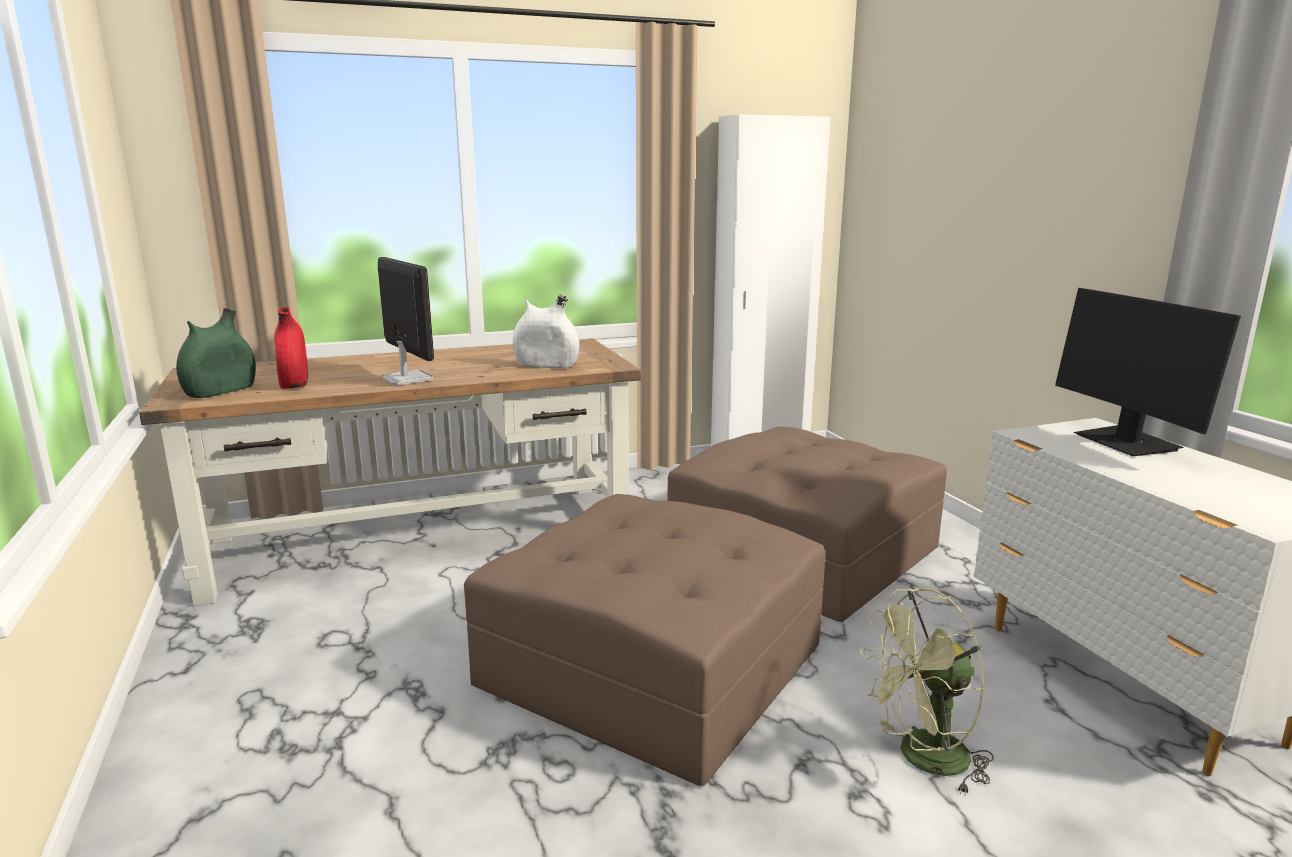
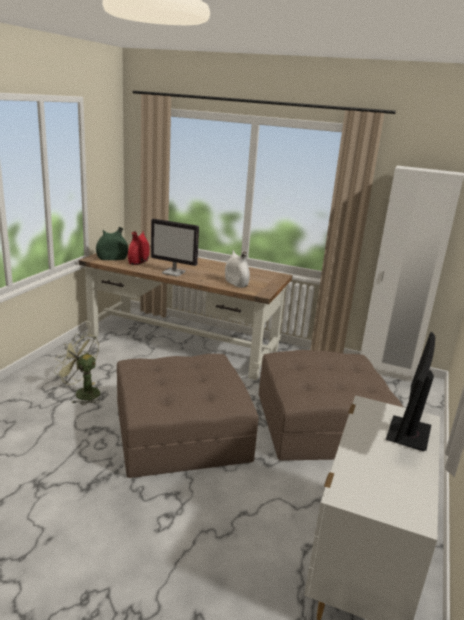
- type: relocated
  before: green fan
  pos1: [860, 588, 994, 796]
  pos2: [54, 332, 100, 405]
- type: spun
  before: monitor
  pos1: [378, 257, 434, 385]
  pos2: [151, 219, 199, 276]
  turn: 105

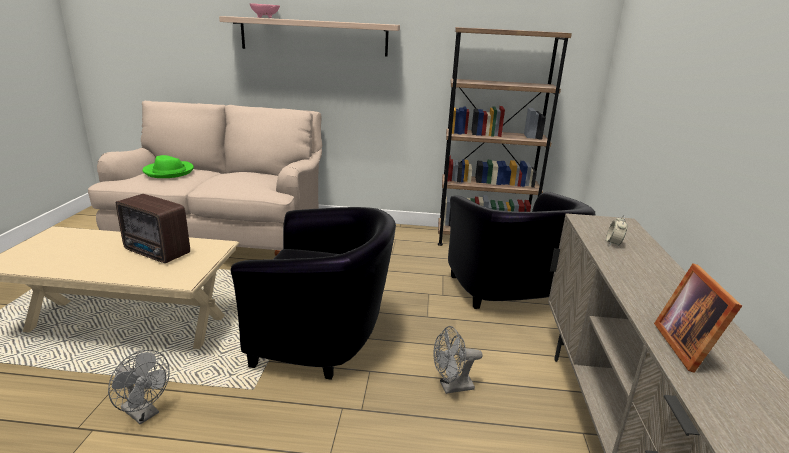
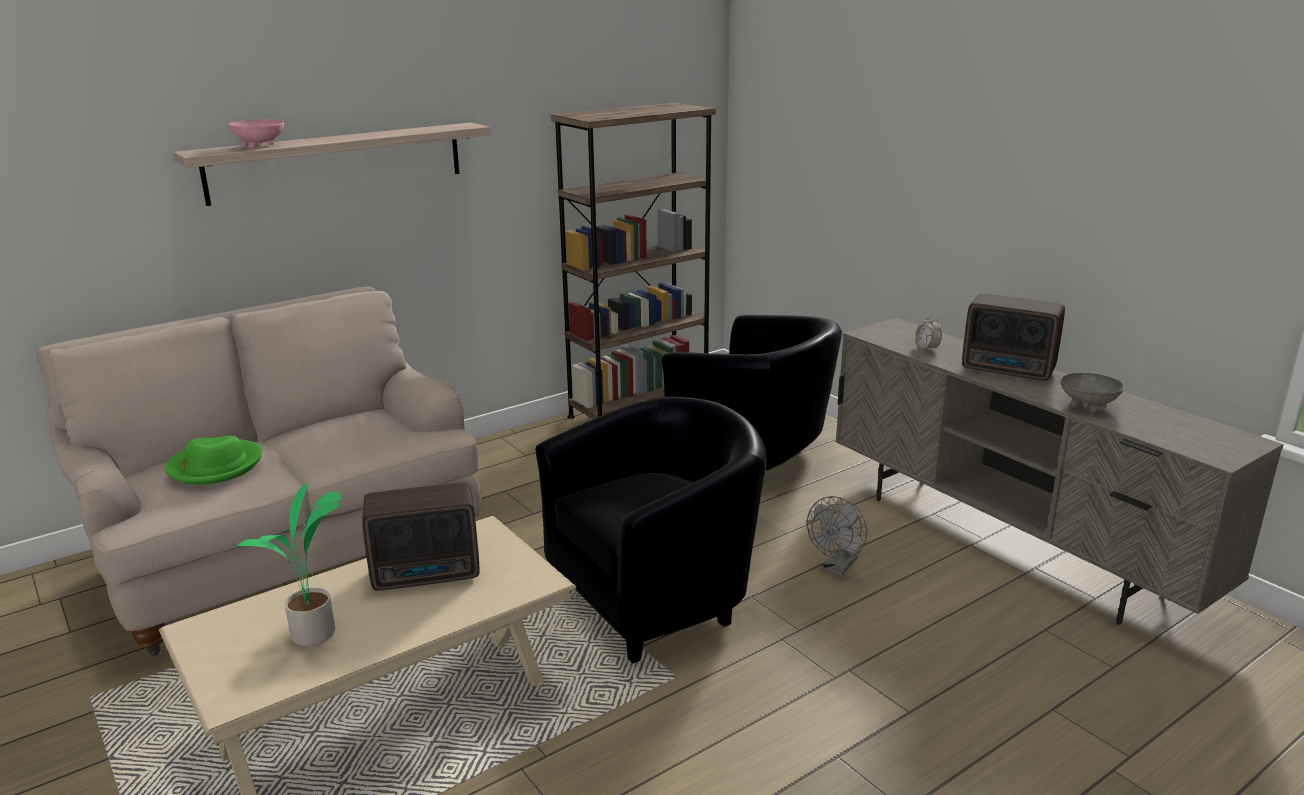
- type: appeared
  after: potted plant
  pos2: [237, 483, 341, 646]
- type: appeared
  after: radio
  pos2: [962, 293, 1065, 381]
- type: exchanged
  before: picture frame
  after: grey bowl
  pos1: [654, 263, 742, 373]
  pos2: [1060, 373, 1124, 413]
- type: missing
  before: grey fan
  pos1: [108, 350, 170, 424]

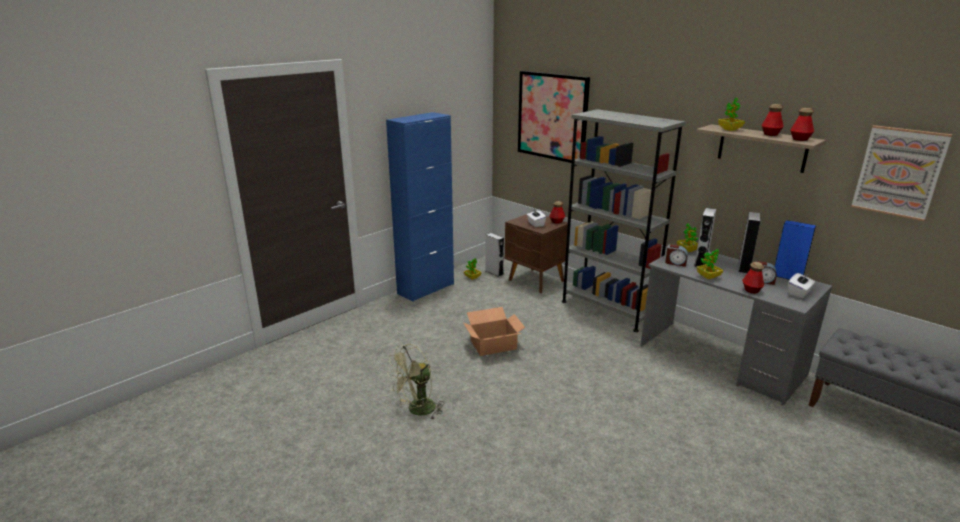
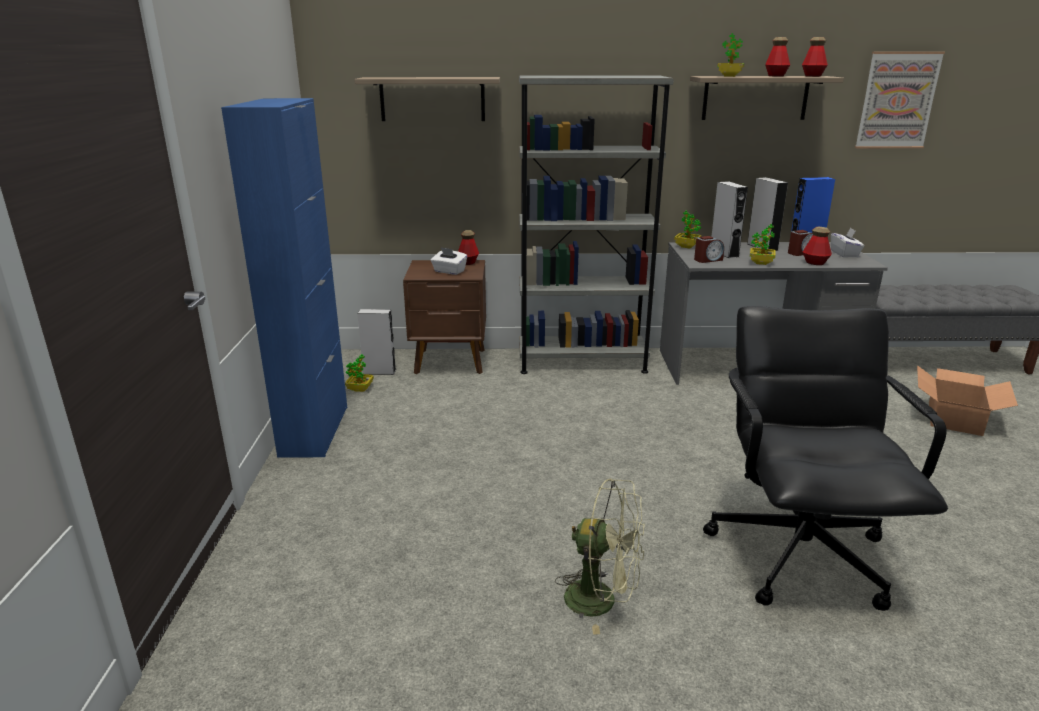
- type: exchanged
  before: picture
  after: shelf
  pos1: [518, 71, 590, 163]
  pos2: [355, 77, 500, 121]
- type: spun
  before: green fan
  pos1: [387, 344, 445, 420]
  pos2: [555, 478, 645, 635]
  turn: -75
- type: appeared
  after: black office chair
  pos2: [703, 306, 948, 611]
- type: relocated
  before: cardboard box
  pos1: [463, 307, 525, 356]
  pos2: [917, 365, 1018, 436]

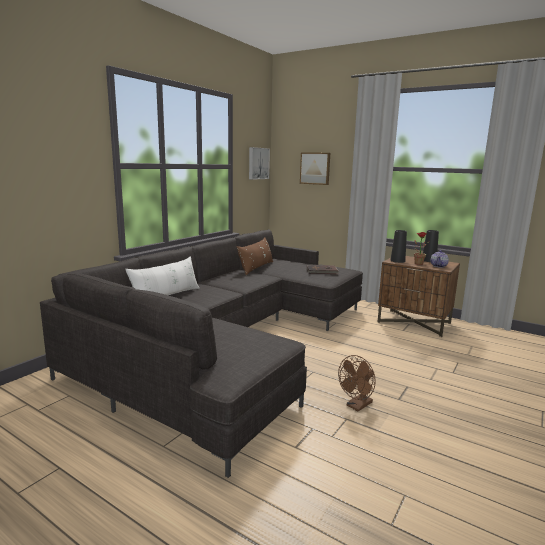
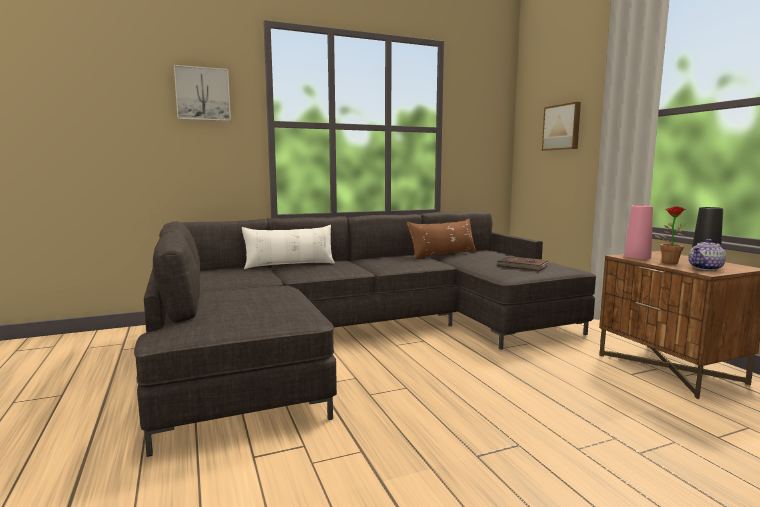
- type: relocated
  before: picture
  pos1: [249, 147, 270, 180]
  pos2: [174, 65, 231, 121]
- type: colour
  before: black vase
  after: pink vase
  pos1: [390, 230, 407, 263]
  pos2: [624, 205, 653, 259]
- type: missing
  before: brown fan
  pos1: [338, 355, 376, 411]

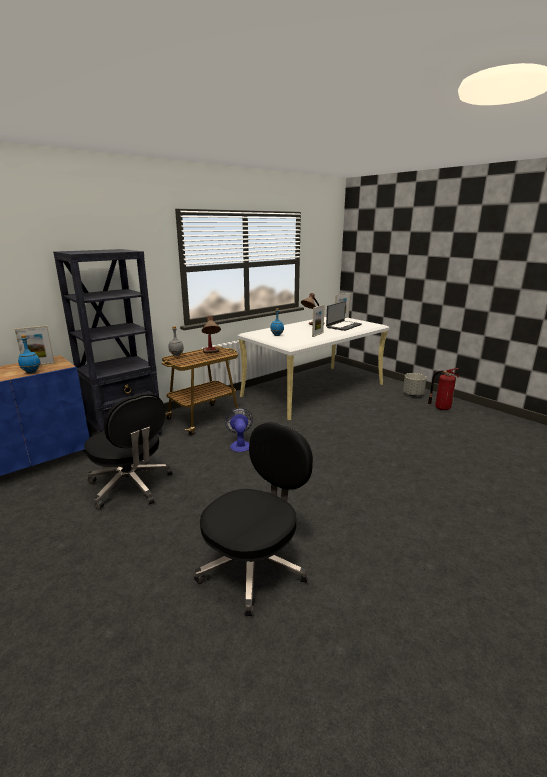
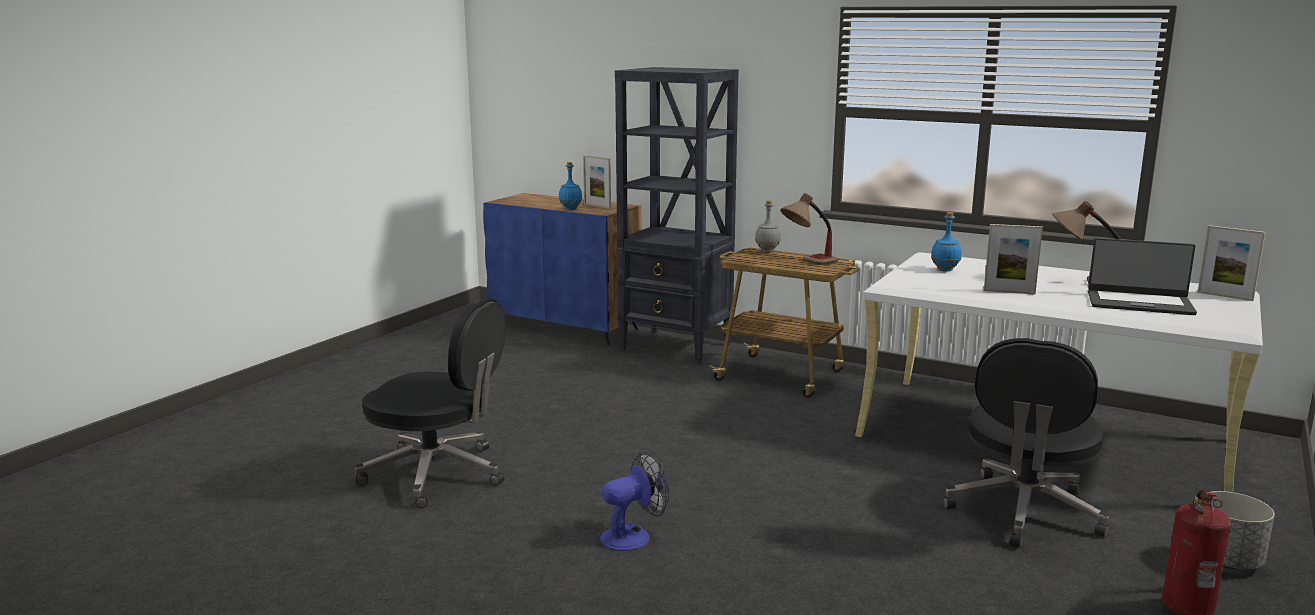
- type: relocated
  before: fan
  pos1: [225, 408, 253, 452]
  pos2: [600, 451, 669, 551]
- type: relocated
  before: black office chair
  pos1: [84, 393, 172, 510]
  pos2: [943, 338, 1109, 548]

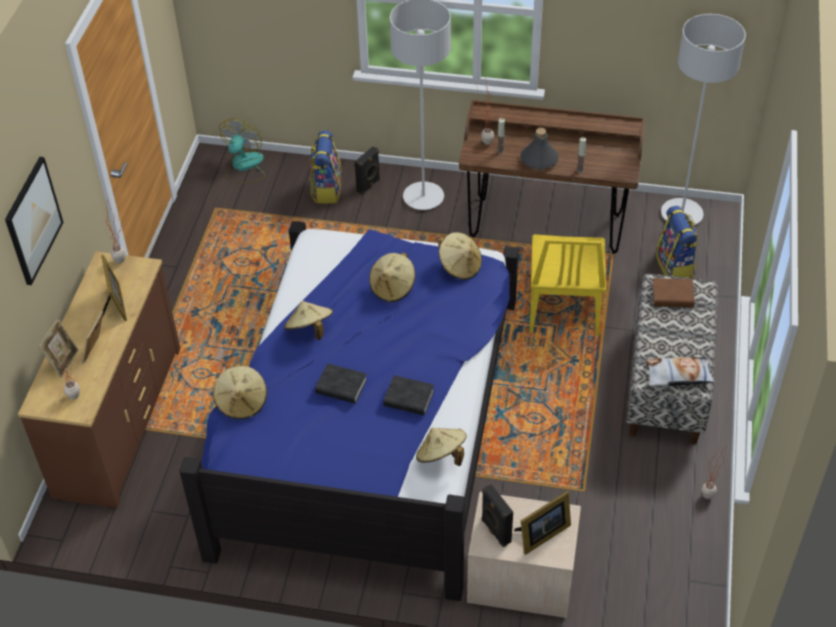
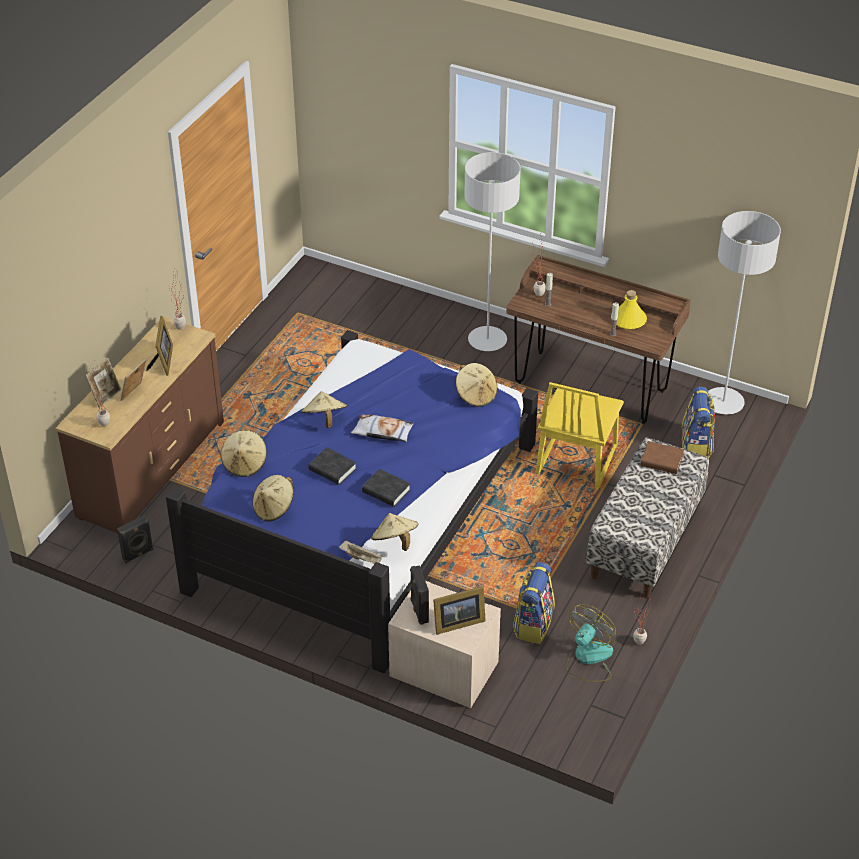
- type: relocated
  before: black speaker
  pos1: [355, 146, 380, 195]
  pos2: [117, 515, 154, 563]
- type: relocated
  before: beige hat
  pos1: [369, 252, 415, 302]
  pos2: [252, 475, 294, 522]
- type: appeared
  after: beige tray
  pos2: [339, 540, 382, 564]
- type: relocated
  before: pillow
  pos1: [645, 357, 715, 386]
  pos2: [351, 414, 414, 442]
- type: relocated
  before: backpack
  pos1: [310, 130, 342, 204]
  pos2: [513, 562, 555, 644]
- type: relocated
  before: fan
  pos1: [219, 118, 266, 183]
  pos2: [566, 604, 616, 682]
- type: appeared
  after: yellow bottle
  pos2: [611, 290, 647, 330]
- type: missing
  before: picture
  pos1: [5, 157, 64, 285]
- type: missing
  before: grey bottle
  pos1: [520, 128, 559, 170]

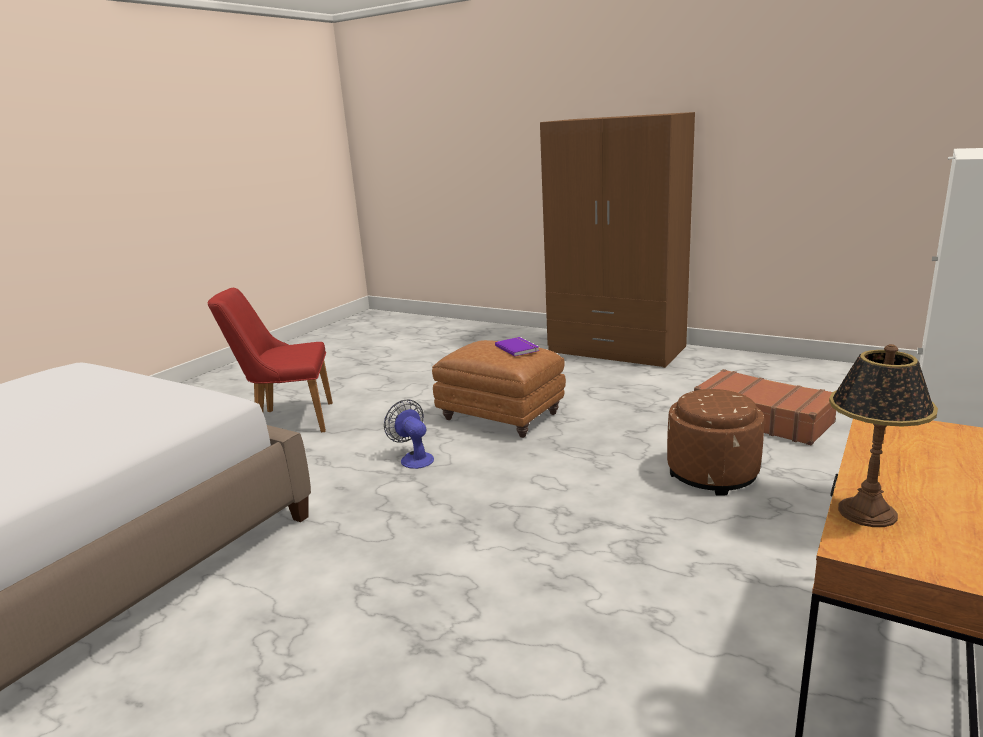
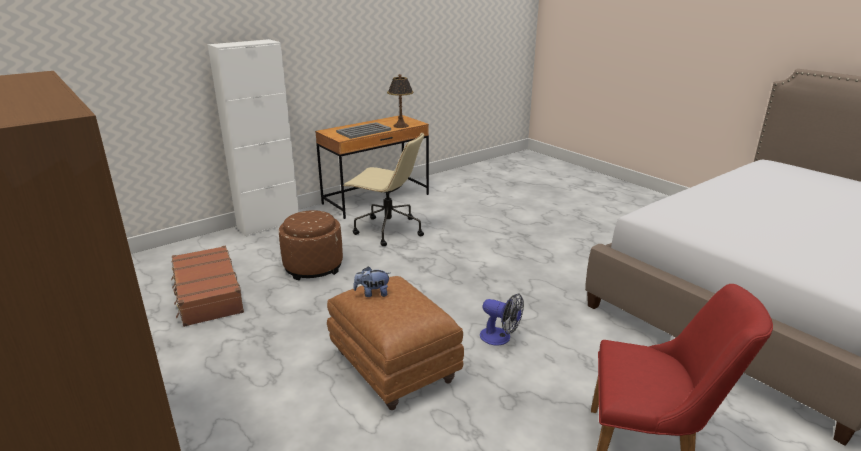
- type: appeared
  after: grey tray
  pos2: [336, 122, 391, 139]
- type: appeared
  after: beige office chair
  pos2: [343, 133, 424, 246]
- type: exchanged
  before: purple book
  after: plush toy
  pos1: [495, 337, 539, 357]
  pos2: [353, 266, 389, 297]
- type: spun
  before: fan
  pos1: [384, 399, 434, 469]
  pos2: [480, 293, 524, 345]
  turn: -45

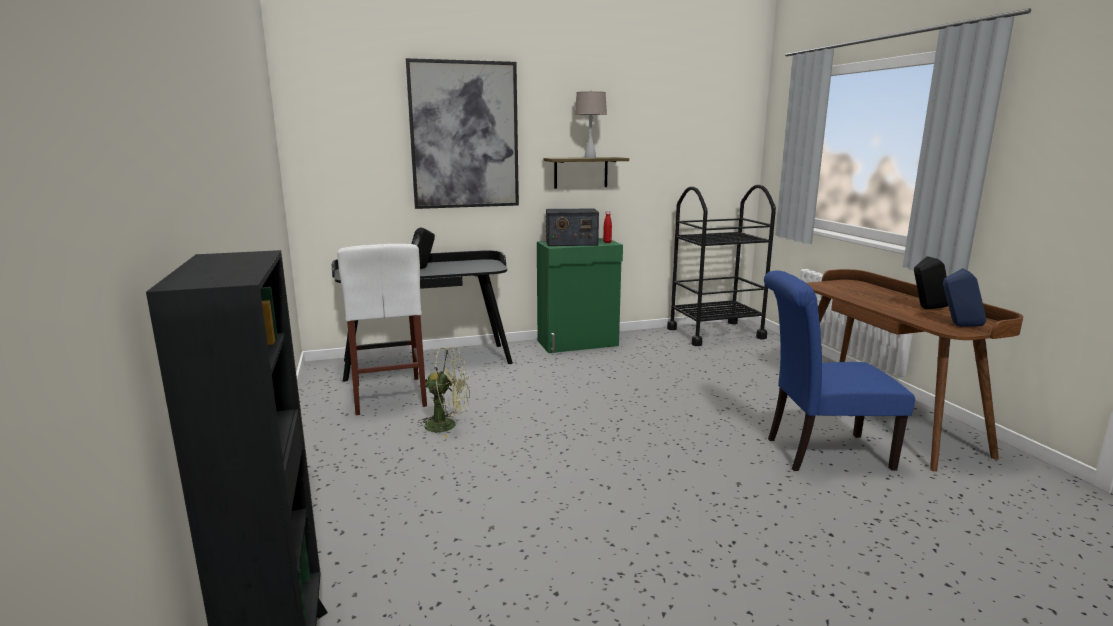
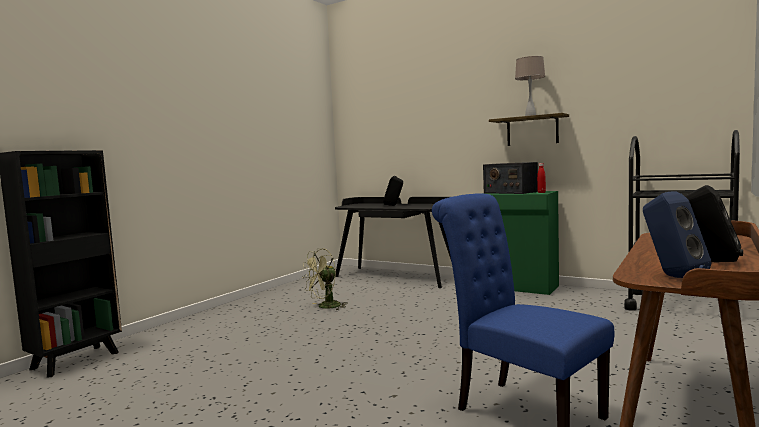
- type: spun
  before: green fan
  pos1: [418, 347, 470, 438]
  pos2: [303, 248, 348, 310]
  turn: 90
- type: missing
  before: white stool
  pos1: [337, 244, 427, 415]
- type: missing
  before: picture
  pos1: [406, 58, 519, 209]

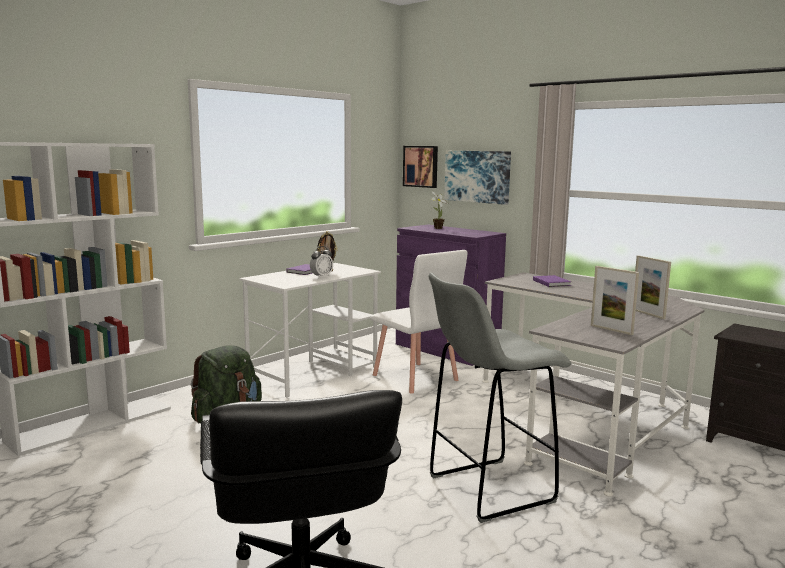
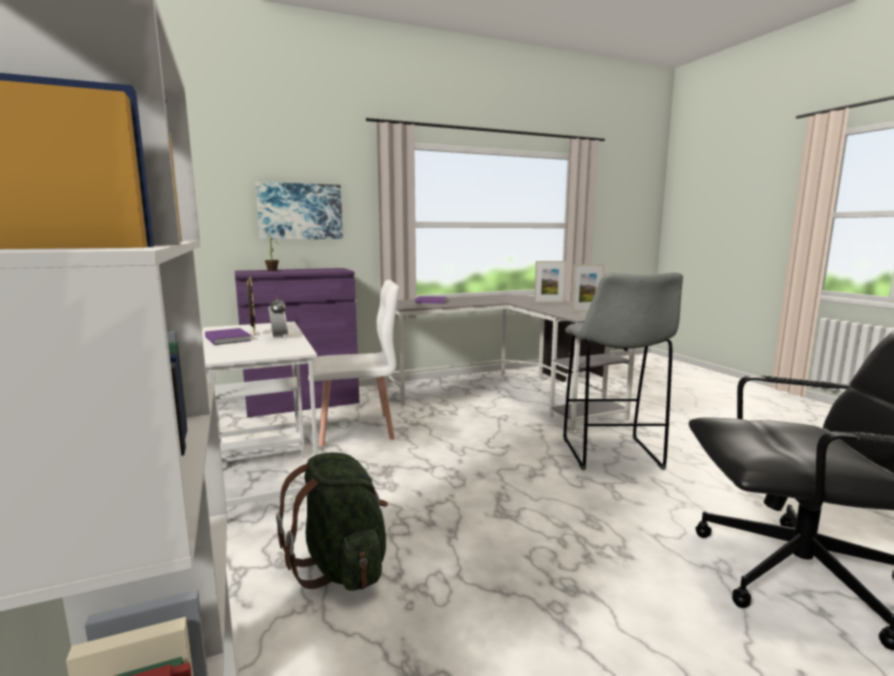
- type: missing
  before: picture
  pos1: [403, 146, 438, 188]

